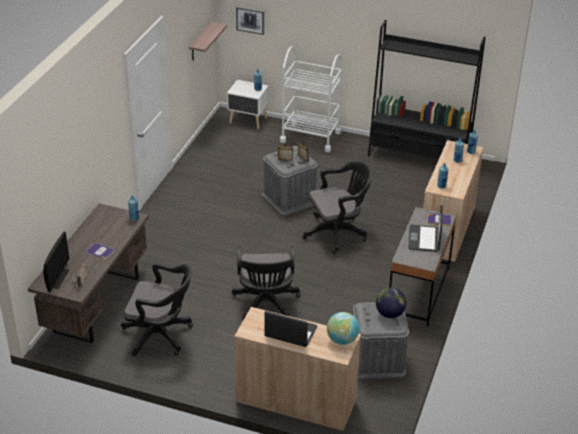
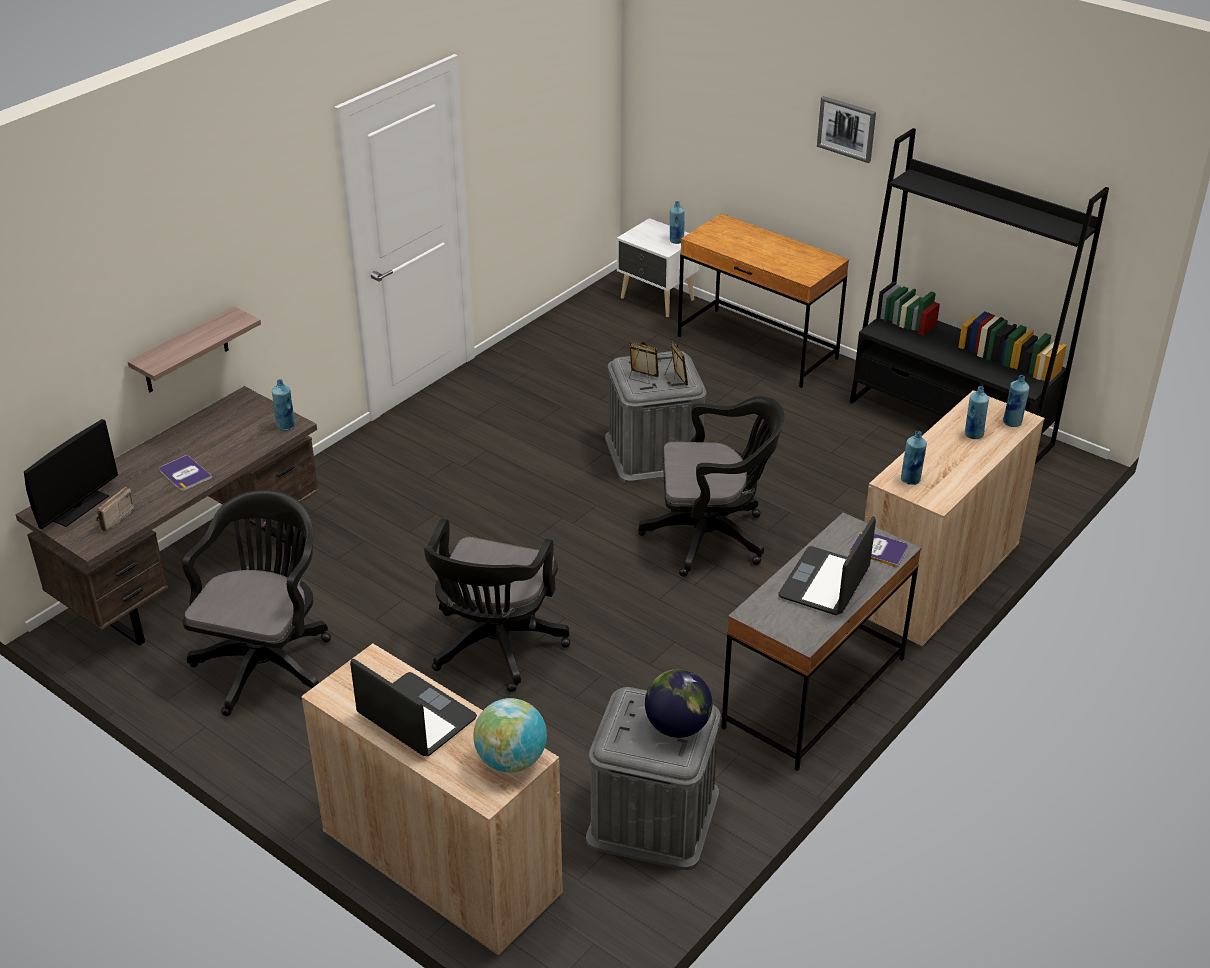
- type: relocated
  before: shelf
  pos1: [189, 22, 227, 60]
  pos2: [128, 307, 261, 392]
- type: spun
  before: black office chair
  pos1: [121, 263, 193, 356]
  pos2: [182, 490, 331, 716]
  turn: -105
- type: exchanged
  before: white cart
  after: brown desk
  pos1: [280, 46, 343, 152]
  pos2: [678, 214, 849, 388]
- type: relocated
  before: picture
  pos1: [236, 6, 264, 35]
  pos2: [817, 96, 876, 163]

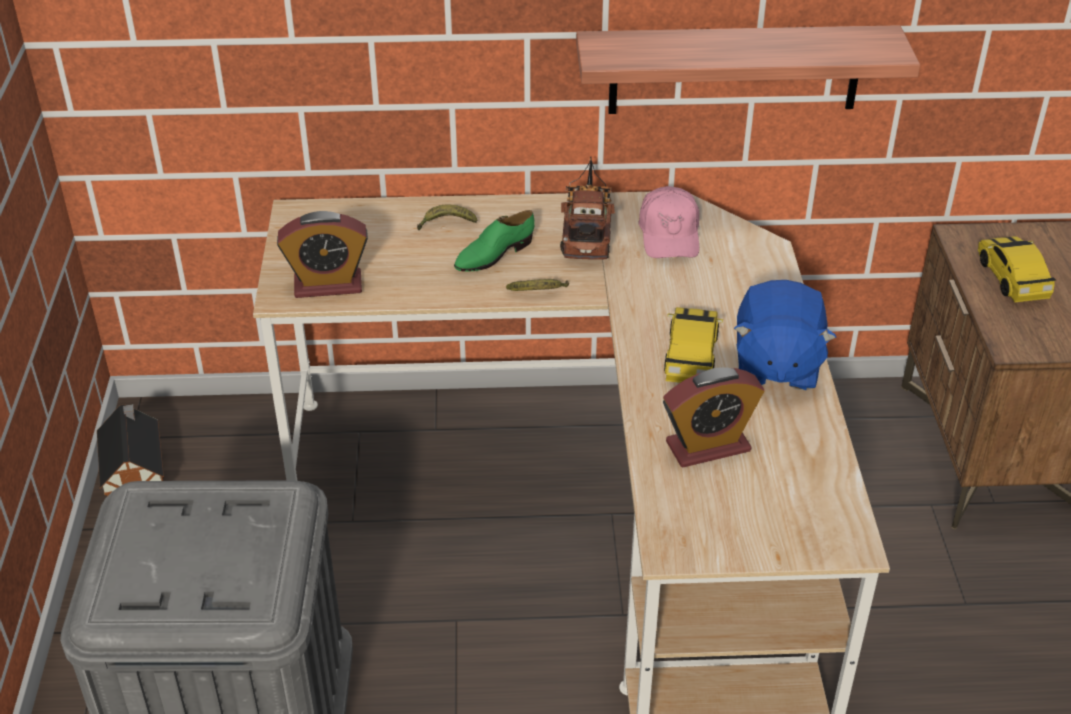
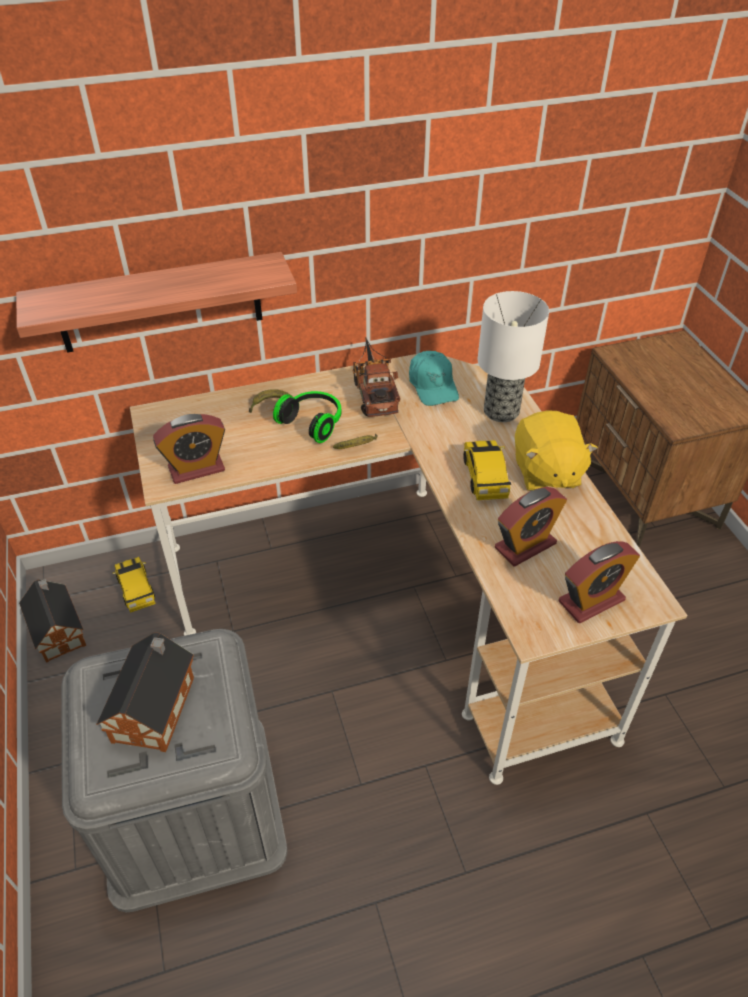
- type: relocated
  before: shelf
  pos1: [576, 25, 920, 114]
  pos2: [16, 252, 297, 353]
- type: appeared
  after: toy house
  pos2: [96, 632, 194, 752]
- type: relocated
  before: toy car
  pos1: [978, 236, 1057, 302]
  pos2: [113, 557, 156, 613]
- type: exchanged
  before: green shoe
  after: headphones
  pos1: [454, 210, 535, 272]
  pos2: [273, 391, 341, 443]
- type: colour
  before: pink cap
  after: turquoise cap
  pos1: [638, 186, 699, 258]
  pos2: [409, 351, 459, 406]
- type: appeared
  after: table lamp
  pos2: [478, 291, 549, 422]
- type: colour
  before: blue plush toy
  after: yellow plush toy
  pos1: [734, 280, 836, 390]
  pos2: [515, 410, 598, 491]
- type: appeared
  after: alarm clock
  pos2: [559, 541, 640, 623]

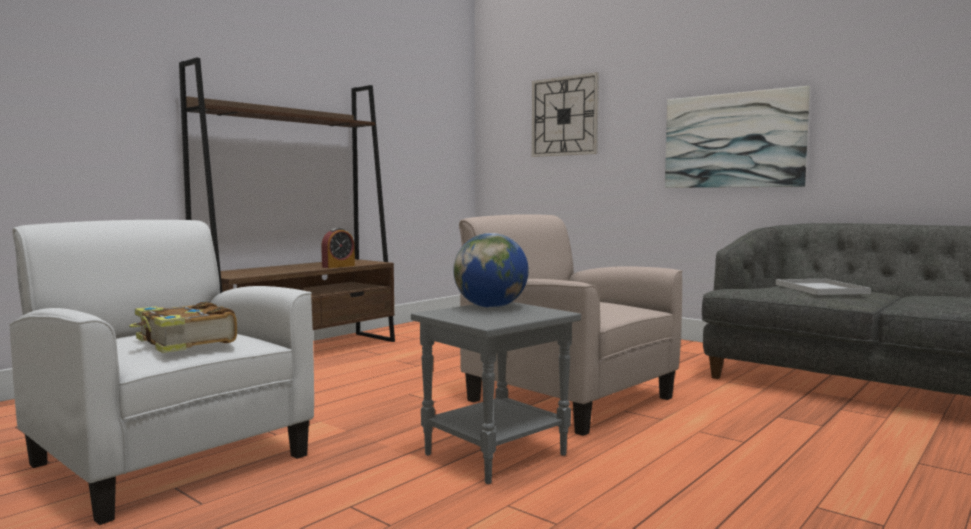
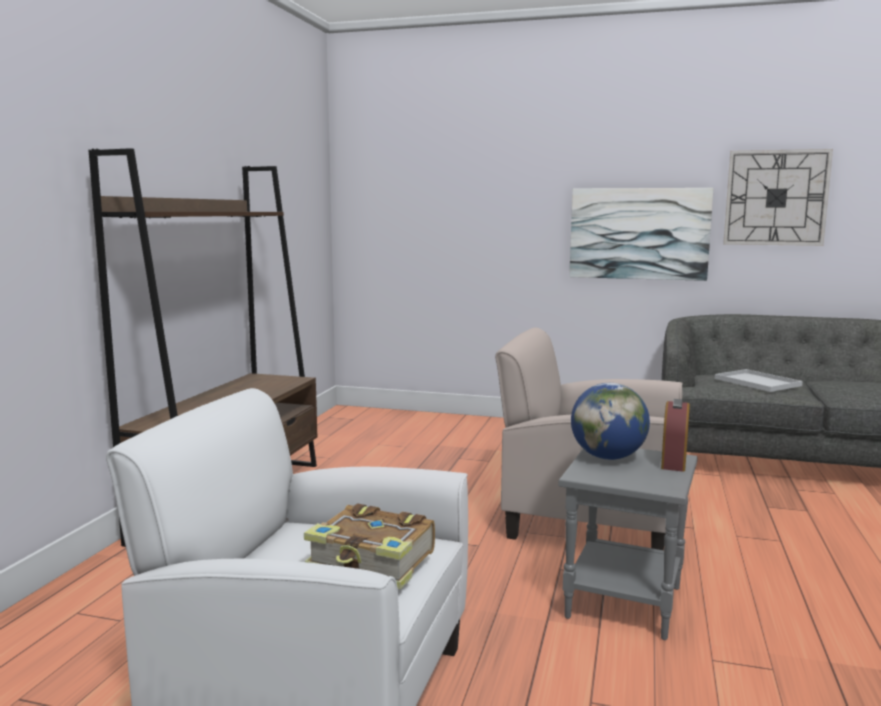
- type: relocated
  before: alarm clock
  pos1: [321, 228, 355, 268]
  pos2: [661, 399, 690, 472]
- type: relocated
  before: wall clock
  pos1: [532, 72, 599, 157]
  pos2: [723, 149, 833, 246]

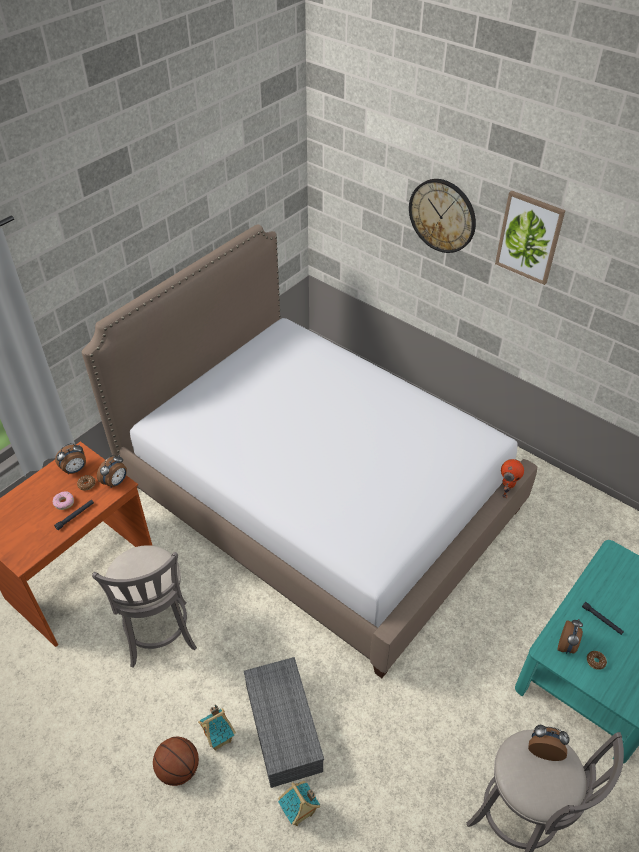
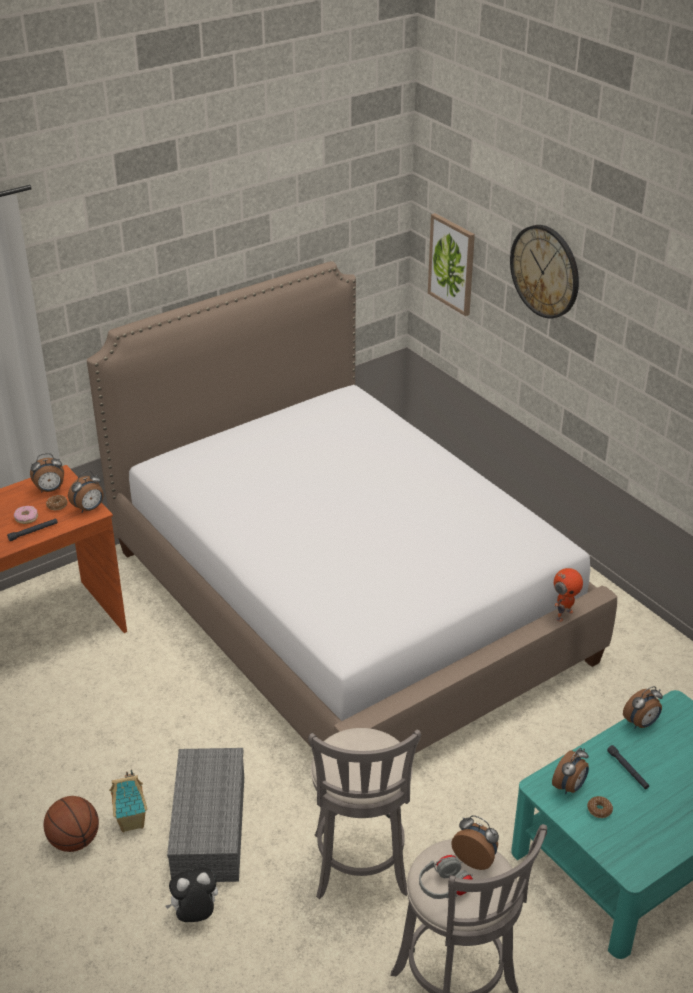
- type: exchanged
  before: toy house
  after: plush toy
  pos1: [278, 781, 320, 826]
  pos2: [165, 868, 218, 922]
- type: relocated
  before: grey stool
  pos1: [92, 545, 197, 668]
  pos2: [308, 728, 421, 899]
- type: appeared
  after: grey headphones
  pos2: [419, 855, 473, 899]
- type: relocated
  before: picture
  pos1: [495, 190, 565, 285]
  pos2: [428, 213, 475, 316]
- type: appeared
  after: alarm clock
  pos2: [623, 686, 663, 728]

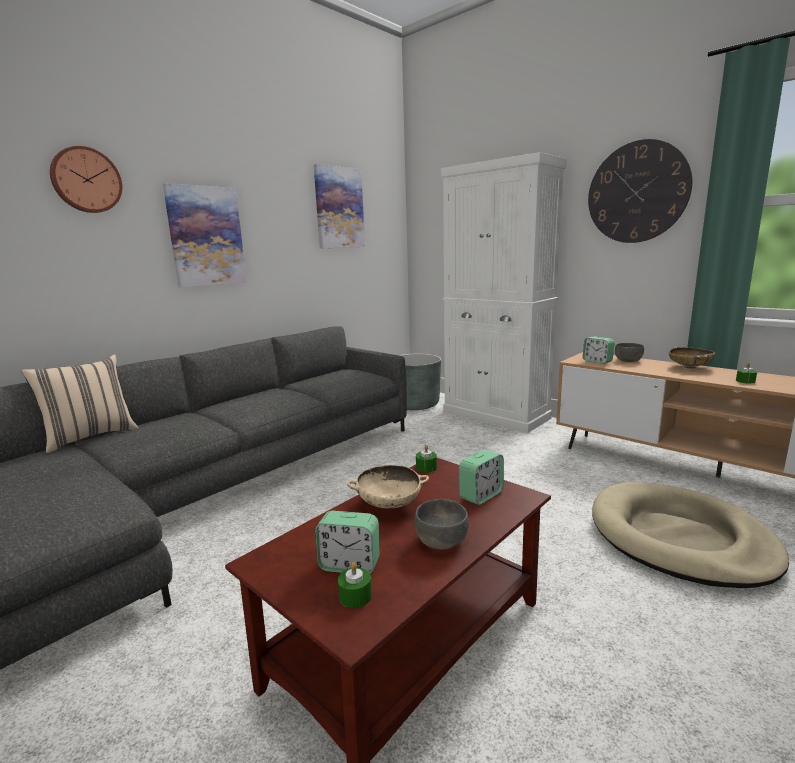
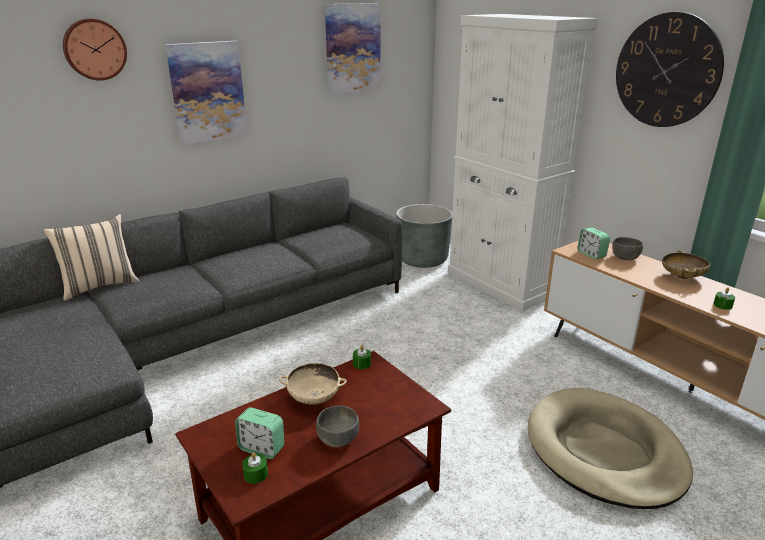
- type: missing
  before: alarm clock
  pos1: [459, 450, 504, 505]

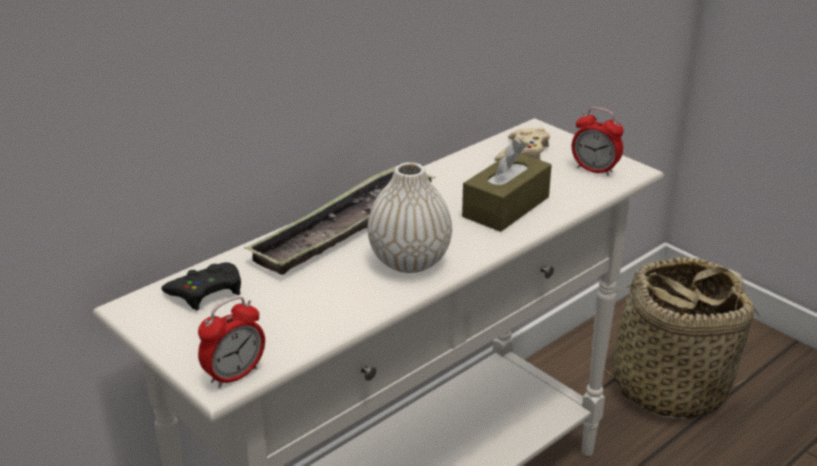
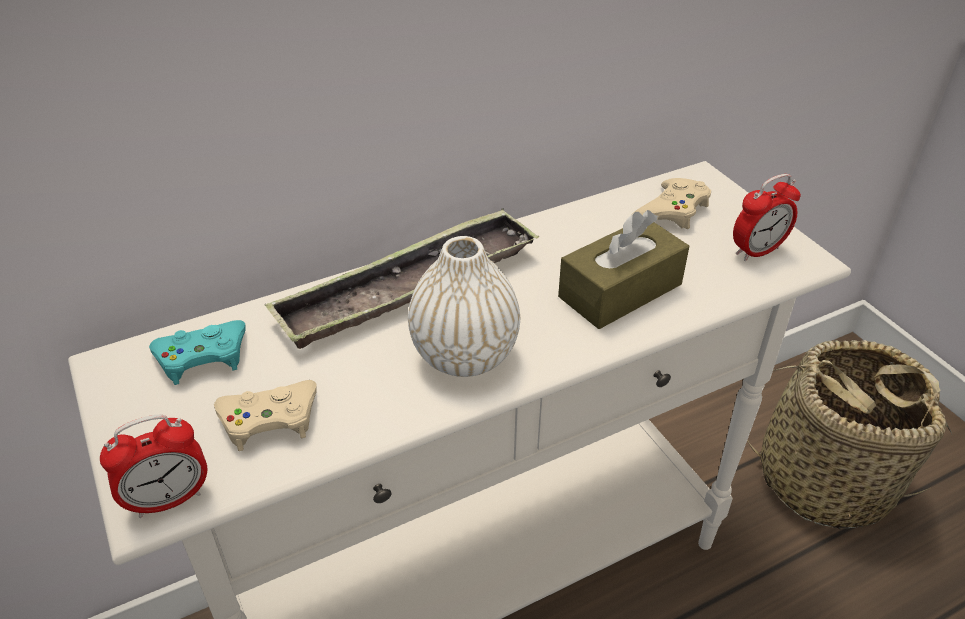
- type: colour
  before: black game controller
  after: turquoise game controller
  pos1: [161, 262, 241, 310]
  pos2: [149, 320, 246, 385]
- type: appeared
  after: beige game controller
  pos2: [214, 380, 317, 451]
- type: spun
  before: alarm clock
  pos1: [572, 107, 623, 176]
  pos2: [733, 174, 801, 261]
  turn: -75

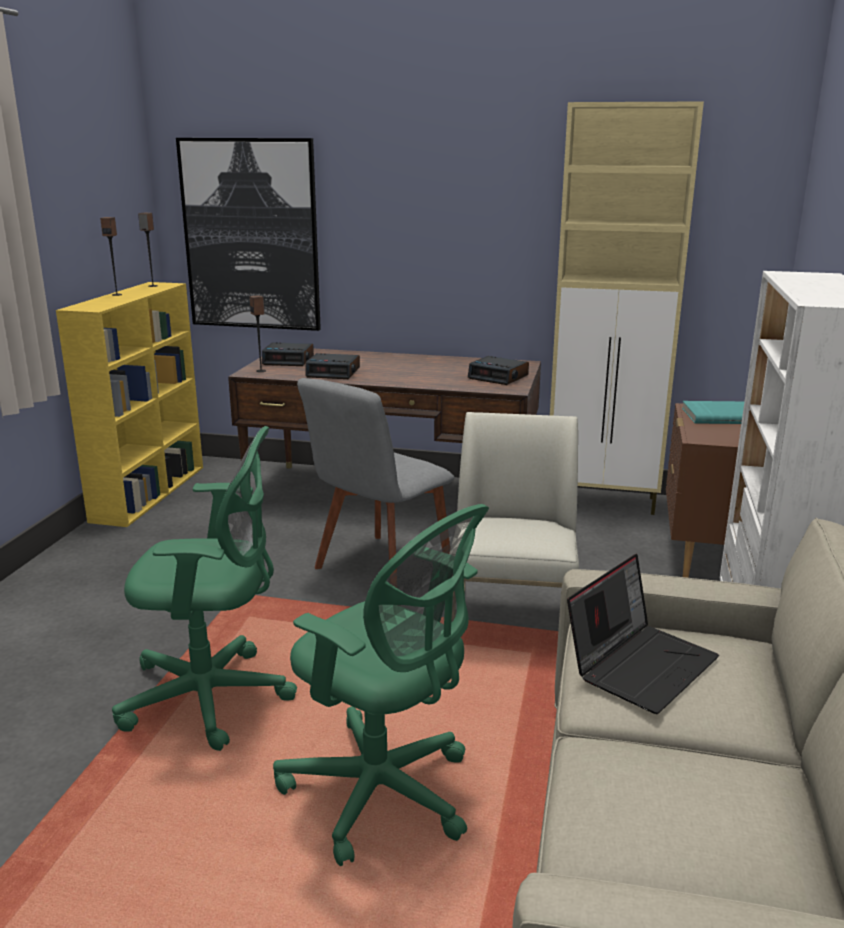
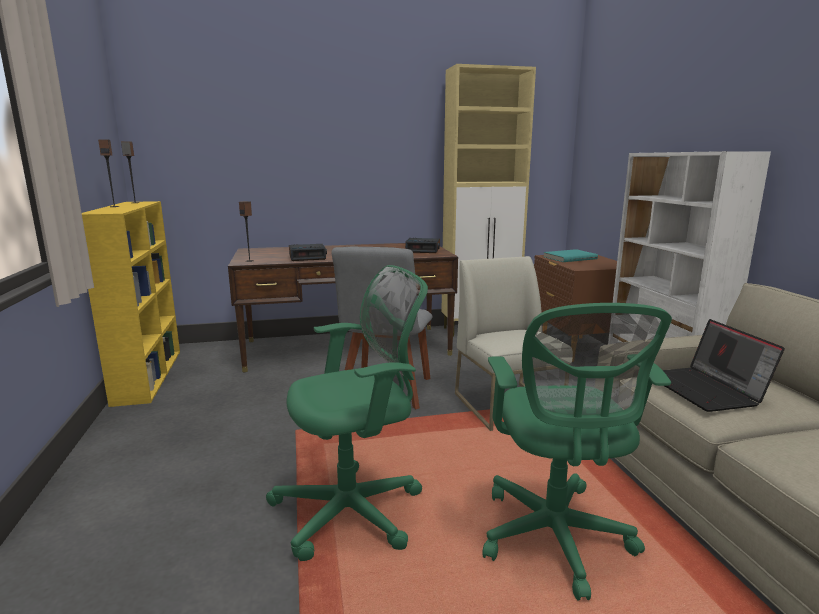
- type: spun
  before: green office chair
  pos1: [273, 504, 489, 866]
  pos2: [482, 303, 672, 600]
  turn: 75
- type: spun
  before: laptop
  pos1: [567, 554, 719, 714]
  pos2: [663, 319, 785, 412]
  turn: 150
- type: missing
  before: picture
  pos1: [176, 138, 321, 331]
- type: missing
  before: alarm clock
  pos1: [262, 342, 314, 366]

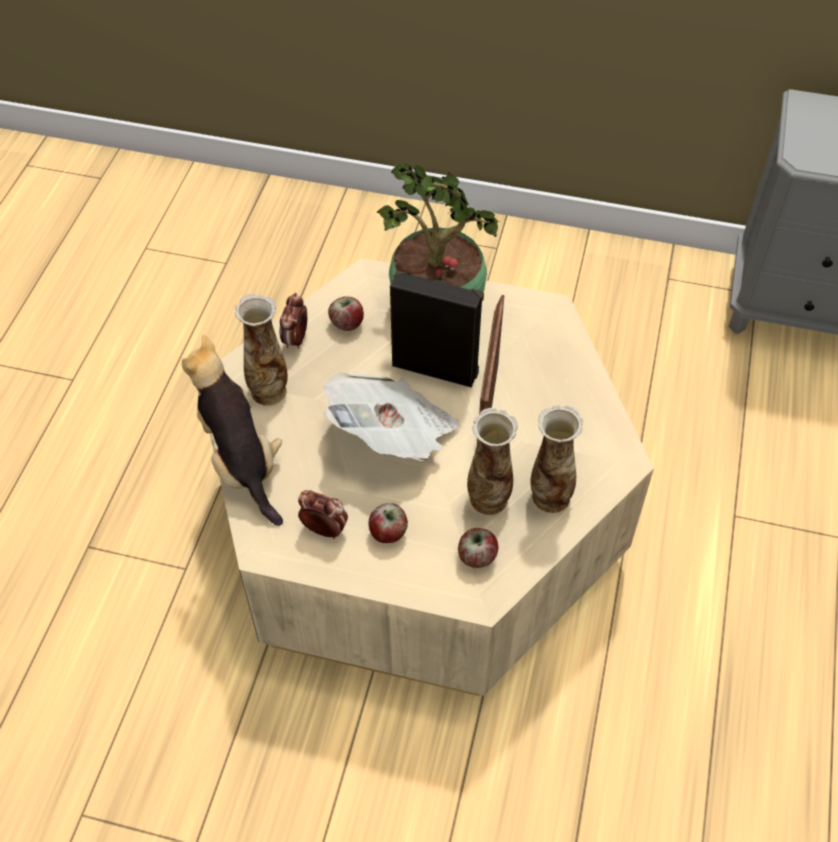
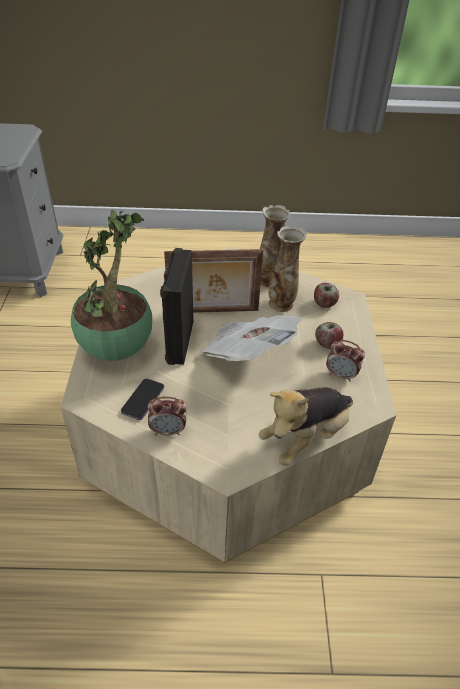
- type: exchanged
  before: apple
  after: phone
  pos1: [328, 296, 364, 331]
  pos2: [121, 378, 164, 420]
- type: spun
  before: alarm clock
  pos1: [298, 490, 348, 539]
  pos2: [326, 340, 365, 382]
  turn: -75
- type: missing
  before: vase
  pos1: [234, 294, 288, 406]

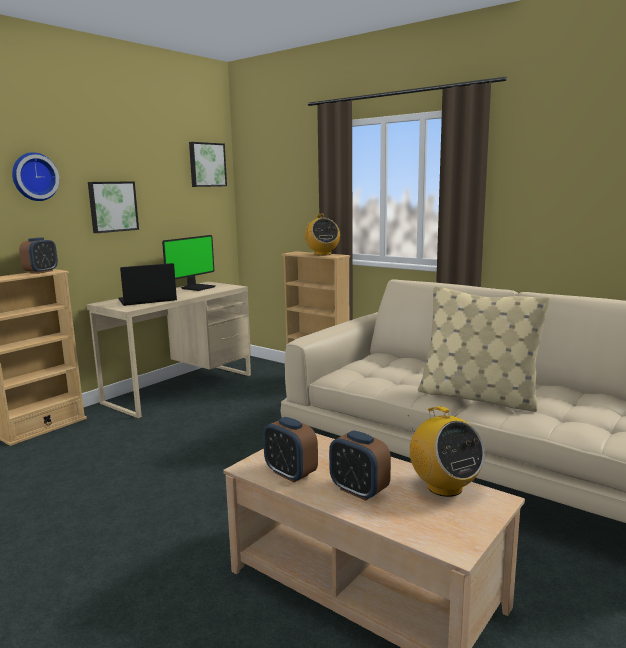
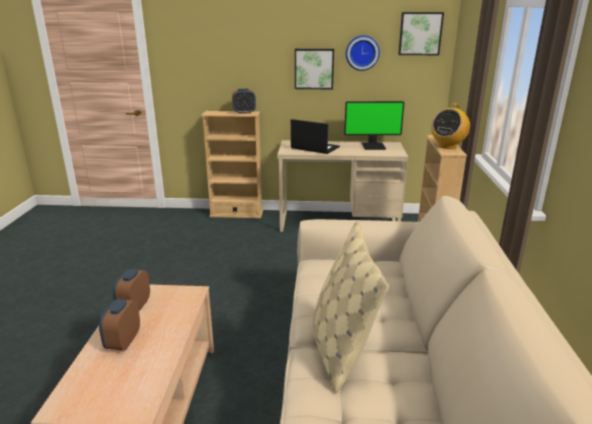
- type: relocated
  before: wall clock
  pos1: [12, 152, 59, 201]
  pos2: [346, 35, 380, 71]
- type: missing
  before: radio
  pos1: [408, 406, 485, 497]

